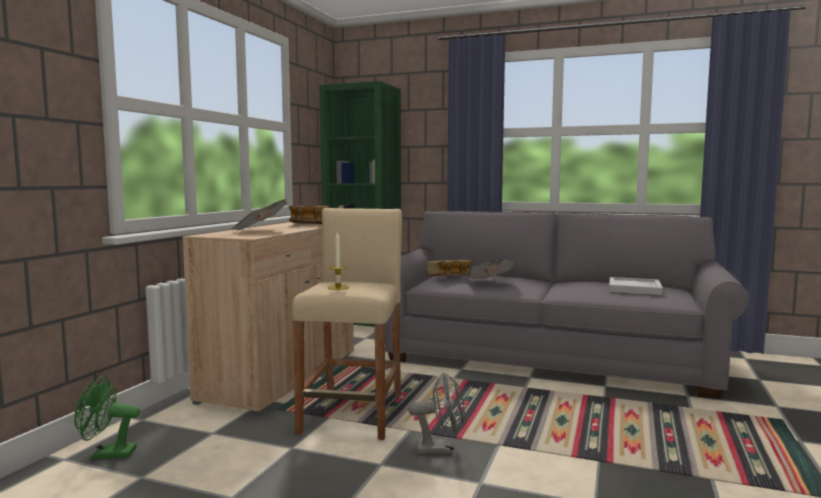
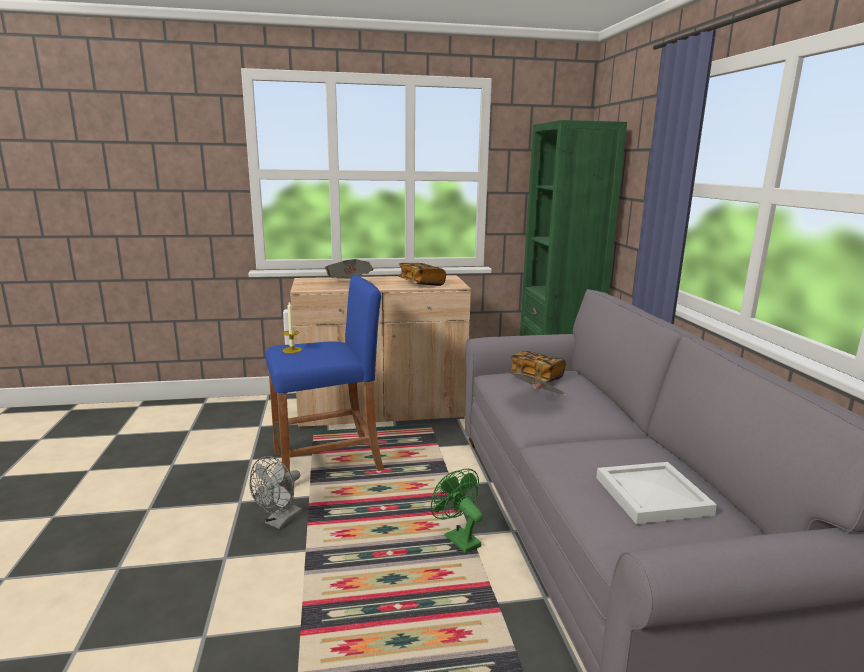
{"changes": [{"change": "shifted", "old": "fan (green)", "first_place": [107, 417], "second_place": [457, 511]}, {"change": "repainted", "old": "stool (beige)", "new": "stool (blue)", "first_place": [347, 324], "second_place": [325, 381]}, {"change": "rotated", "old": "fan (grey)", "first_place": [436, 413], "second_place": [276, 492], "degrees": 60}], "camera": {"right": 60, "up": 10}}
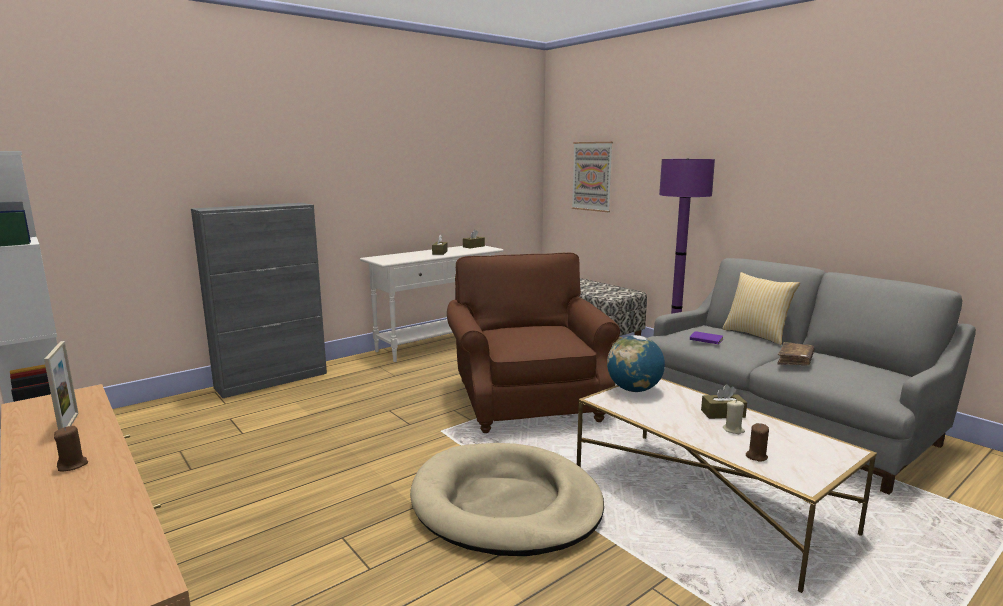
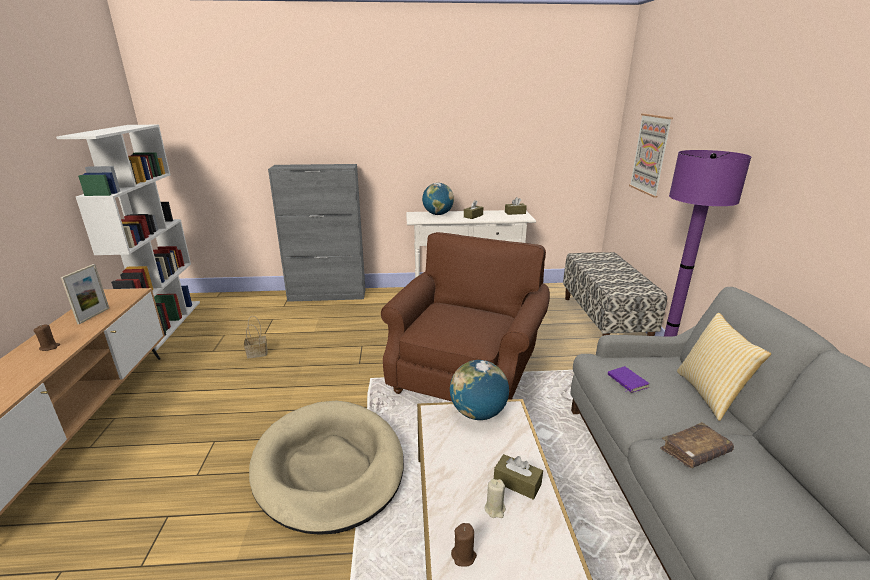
{"changes": [{"change": "new", "new": "basket", "second_place": [256, 337]}, {"change": "new", "new": "globe", "second_place": [438, 199]}], "camera": {"right": 35, "up": 10}}
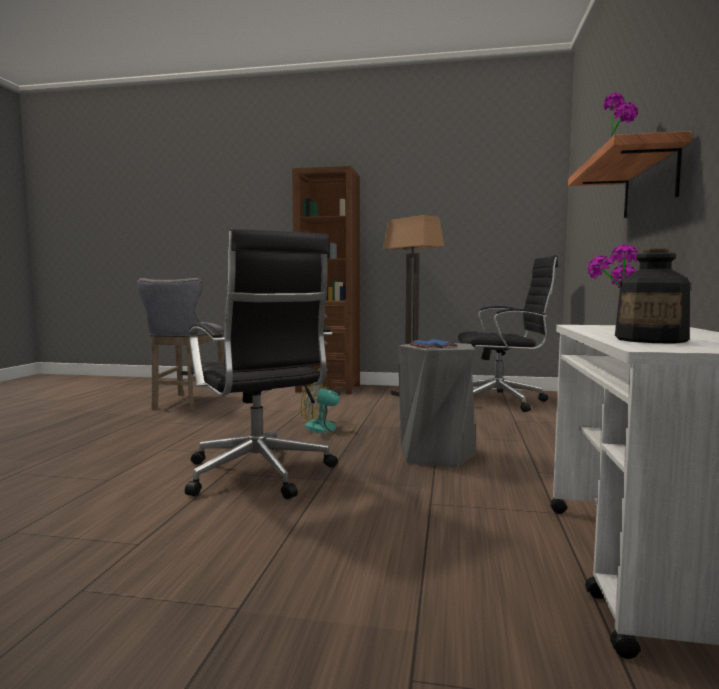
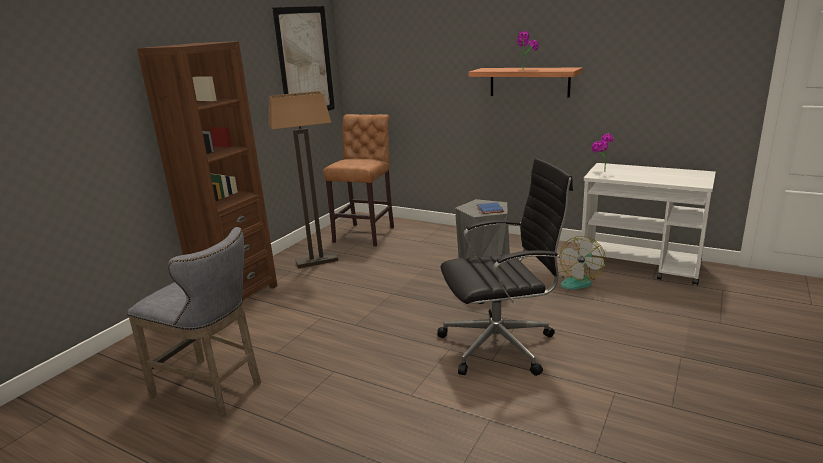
{"changes": [{"change": "gone", "old": "bottle", "first_place": [652, 296]}, {"change": "new", "new": "picture", "second_place": [303, 58]}, {"change": "shifted", "old": "fan", "first_place": [328, 401], "second_place": [582, 262]}, {"change": "swapped", "old": "office chair (black)", "new": "stool (brown)", "first_place": [508, 333], "second_place": [358, 180]}], "camera": {"right": -70, "up": 15}}
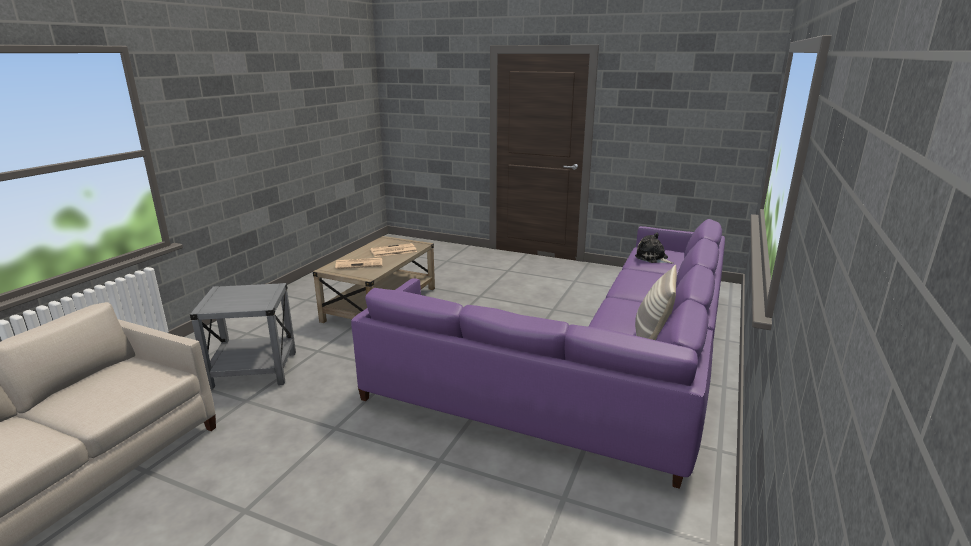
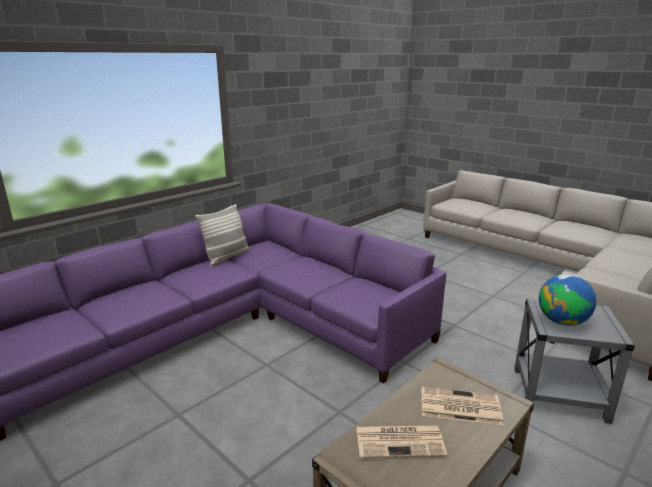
{"changes": [{"change": "gone", "old": "plush toy", "first_place": [654, 248]}, {"change": "new", "new": "globe", "second_place": [567, 300]}], "camera": {"right": -160, "up": 0}}
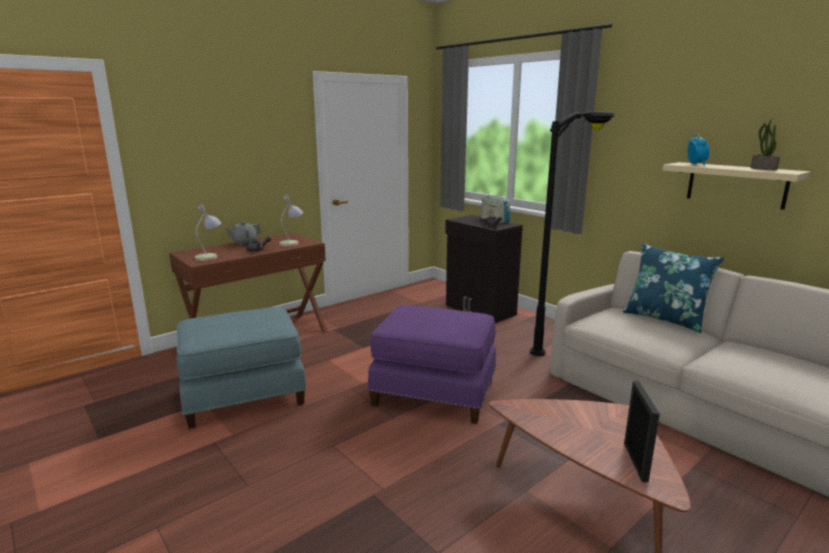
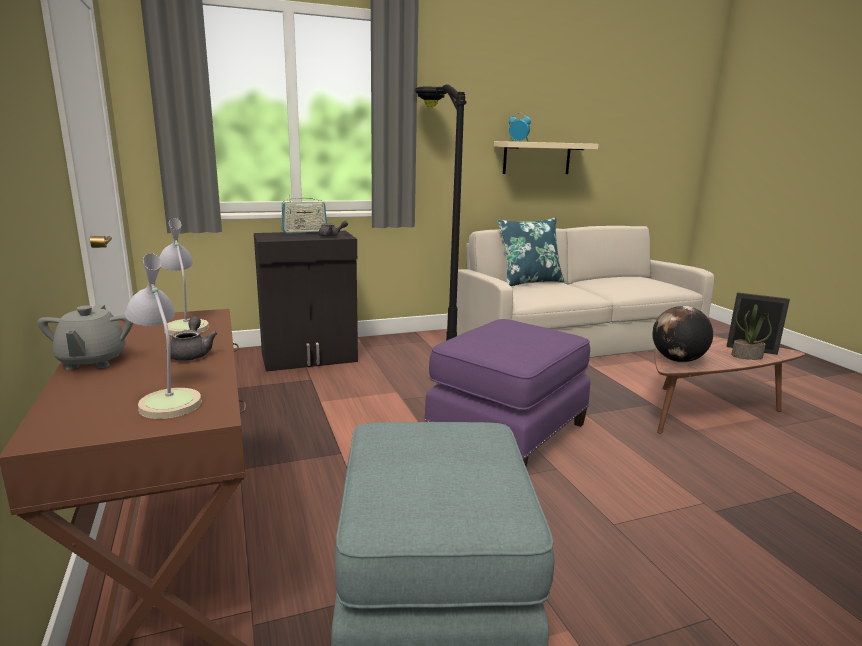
{"changes": [{"change": "new", "new": "globe", "second_place": [683, 334]}, {"change": "shifted", "old": "potted plant", "first_place": [765, 144], "second_place": [751, 332]}], "camera": {"right": -70, "up": 0}}
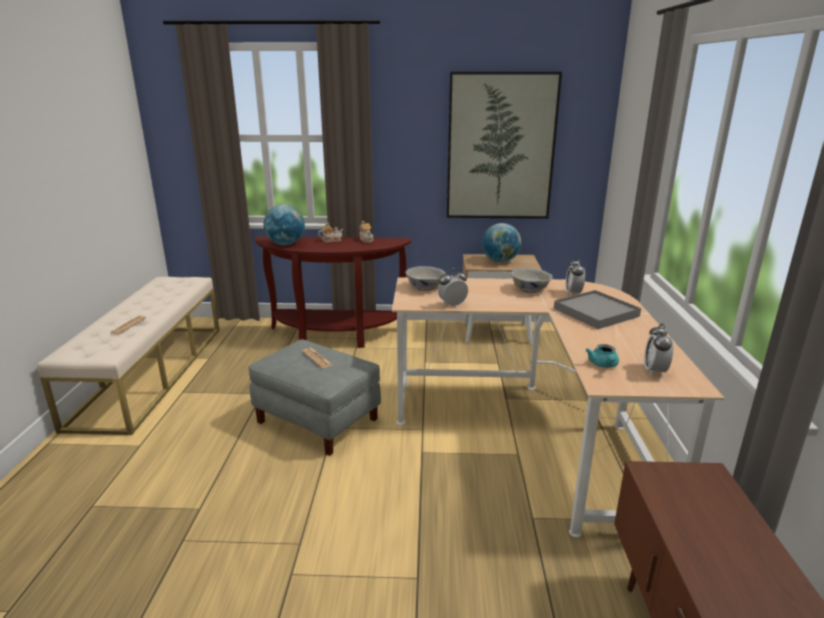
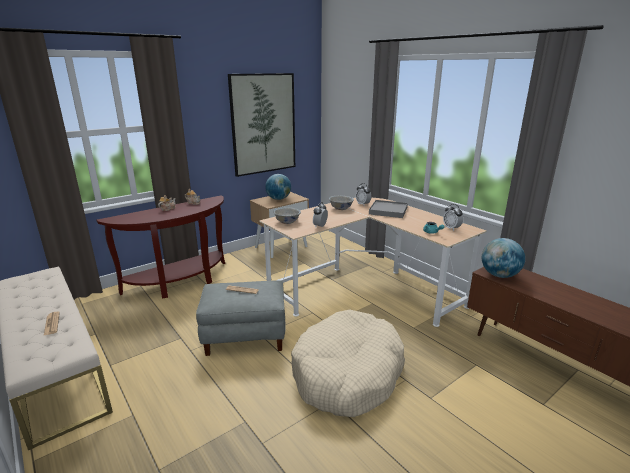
{"changes": [{"change": "new", "new": "dog bed (beige)", "second_place": [348, 363]}, {"change": "shifted", "old": "globe", "first_place": [284, 224], "second_place": [503, 258]}], "camera": {"right": -40, "up": 0}}
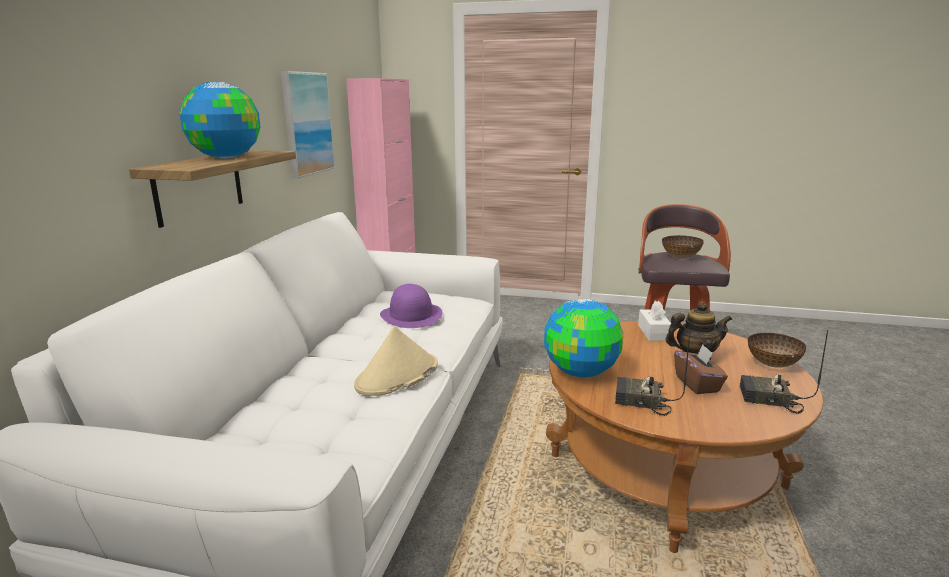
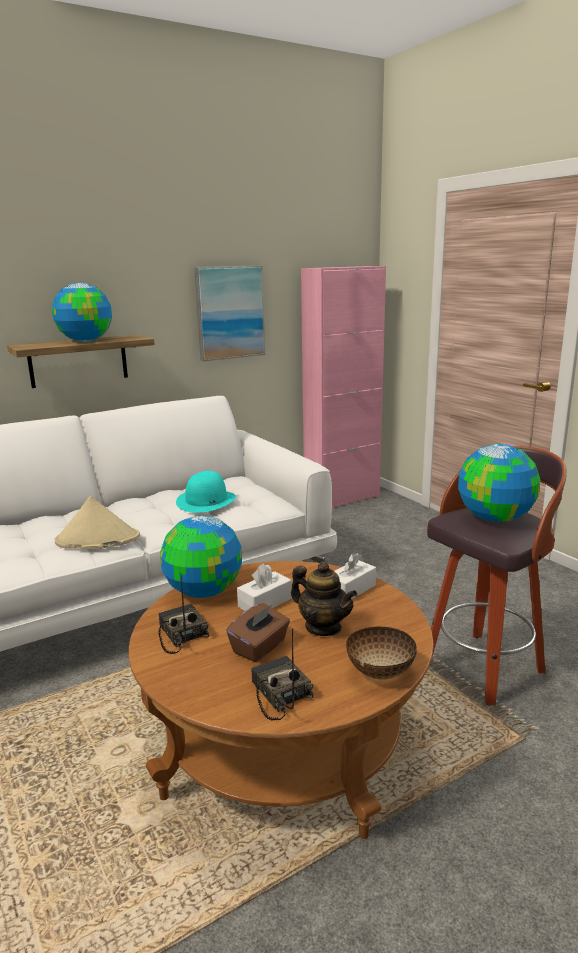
{"changes": [{"change": "new", "new": "tissue box (white)", "second_place": [264, 587]}, {"change": "swapped", "old": "bowl", "new": "globe", "first_place": [683, 246], "second_place": [499, 483]}, {"change": "repainted", "old": "hat (purple)", "new": "hat (turquoise)", "first_place": [411, 306], "second_place": [206, 492]}], "camera": {"right": 45, "up": 0}}
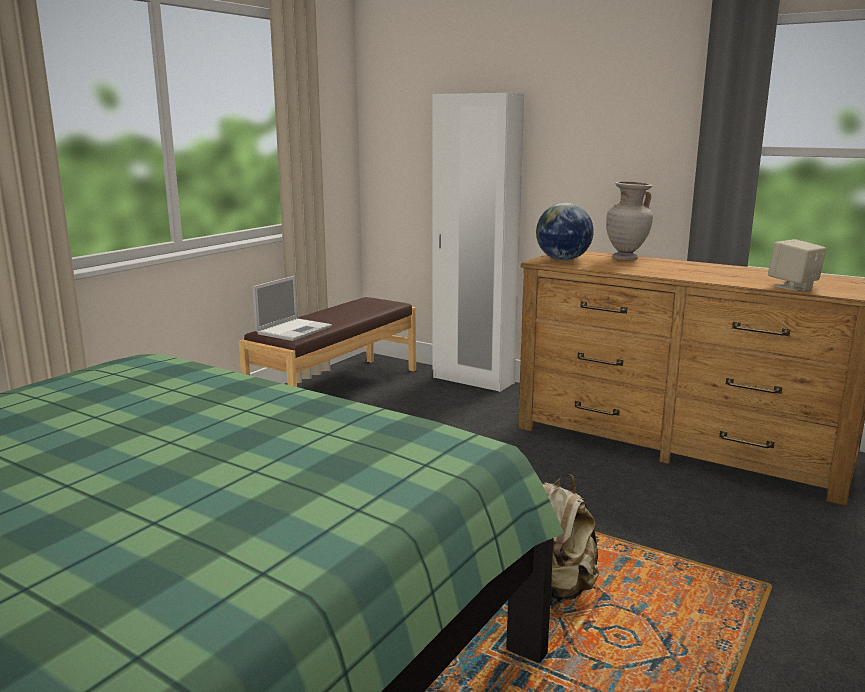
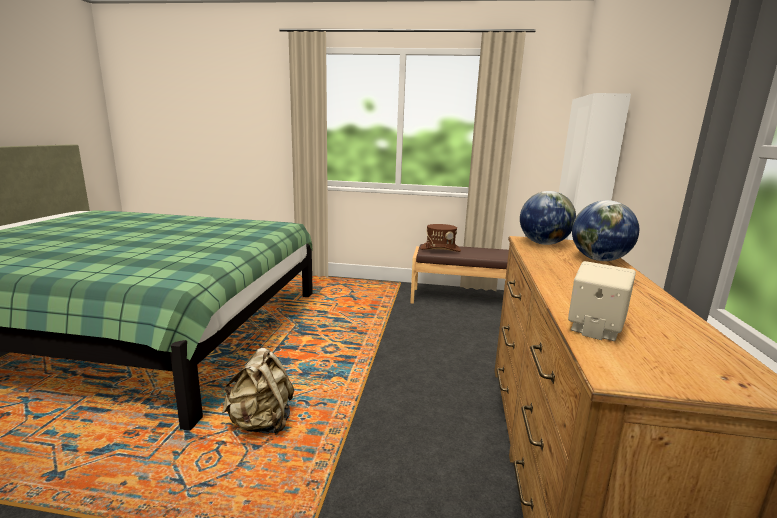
{"changes": [{"change": "swapped", "old": "laptop", "new": "hat (brown)", "first_place": [292, 308], "second_place": [440, 238]}, {"change": "swapped", "old": "vase (beige)", "new": "globe", "first_place": [629, 220], "second_place": [605, 230]}], "camera": {"right": 65, "up": 0}}
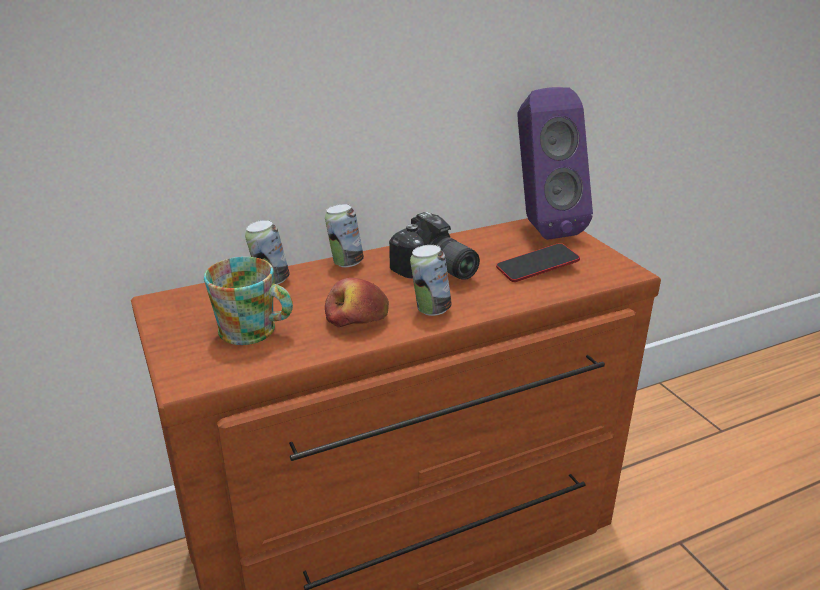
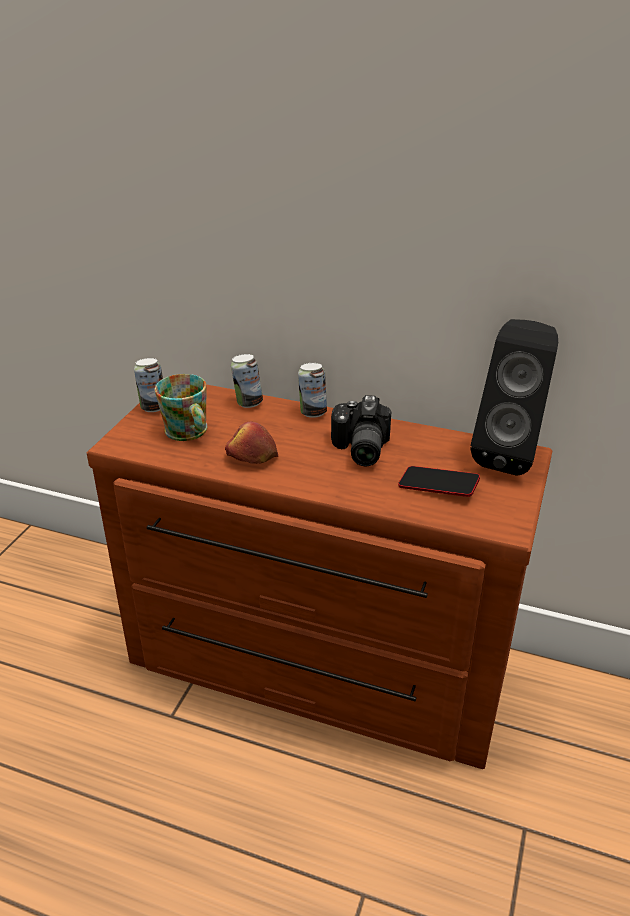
{"changes": [{"change": "shifted", "old": "can", "first_place": [431, 280], "second_place": [148, 385]}, {"change": "repainted", "old": "speaker (purple)", "new": "speaker (black)", "first_place": [555, 163], "second_place": [514, 397]}], "camera": {"right": 45, "up": 5}}
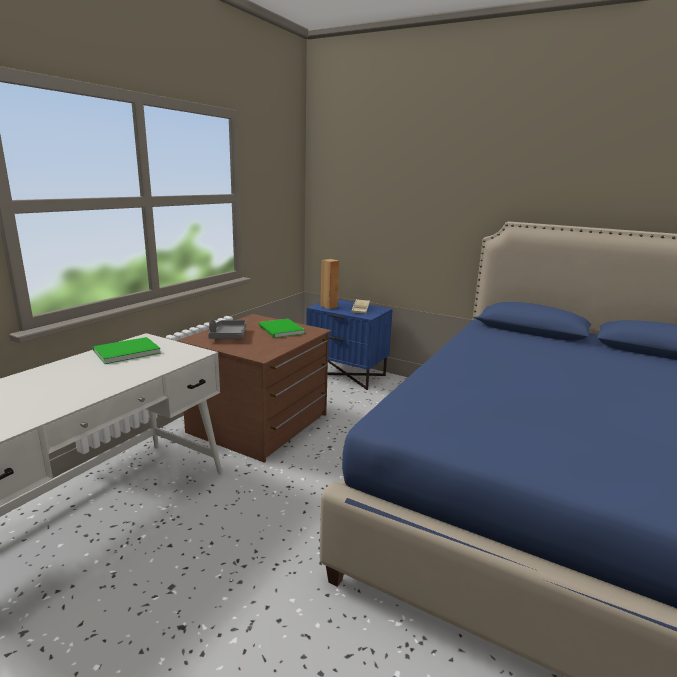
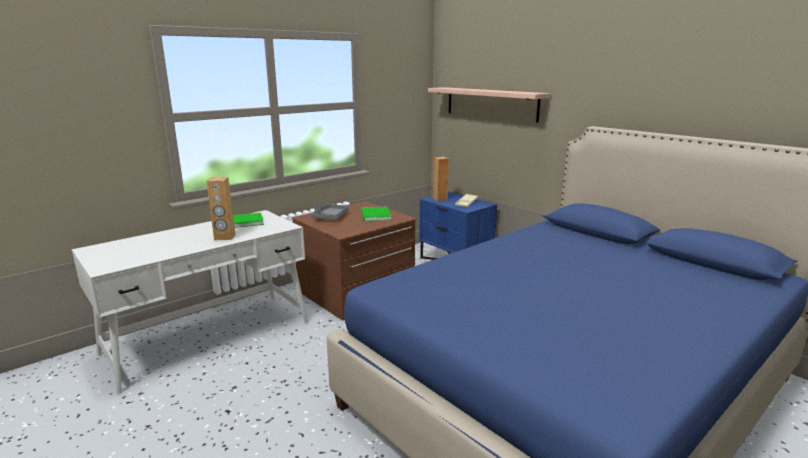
{"changes": [{"change": "new", "new": "speaker (brown)", "second_place": [221, 208]}, {"change": "new", "new": "shelf", "second_place": [489, 105]}], "camera": {"right": 20, "up": 0}}
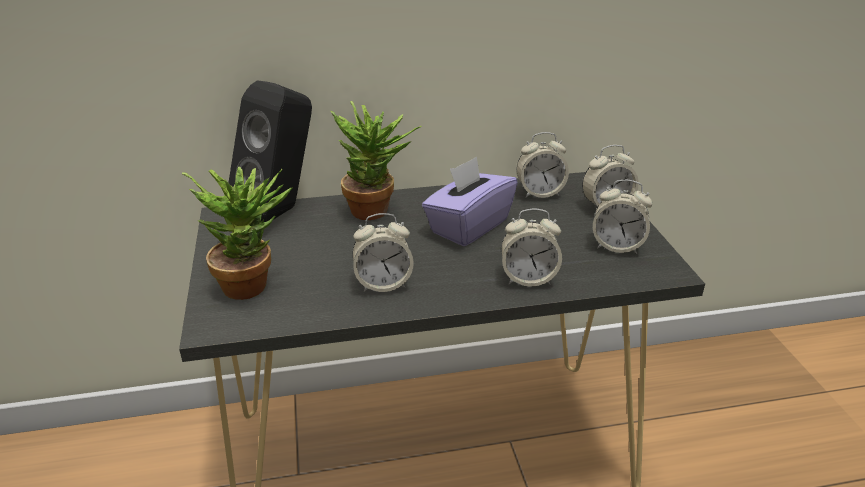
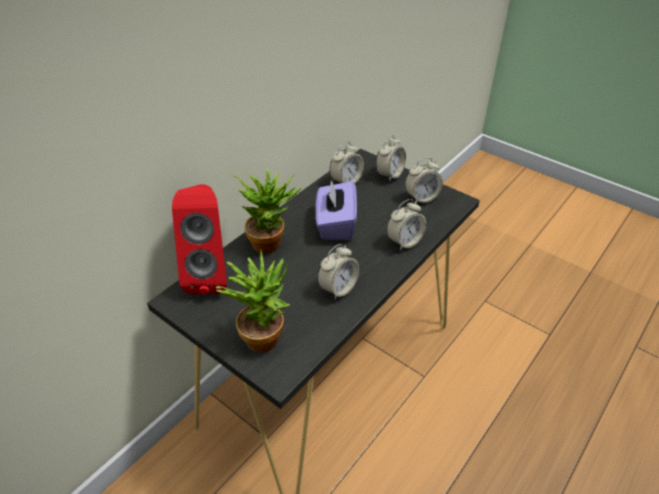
{"changes": [{"change": "repainted", "old": "speaker (black)", "new": "speaker (red)", "first_place": [270, 151], "second_place": [199, 239]}], "camera": {"right": -40, "up": 10}}
